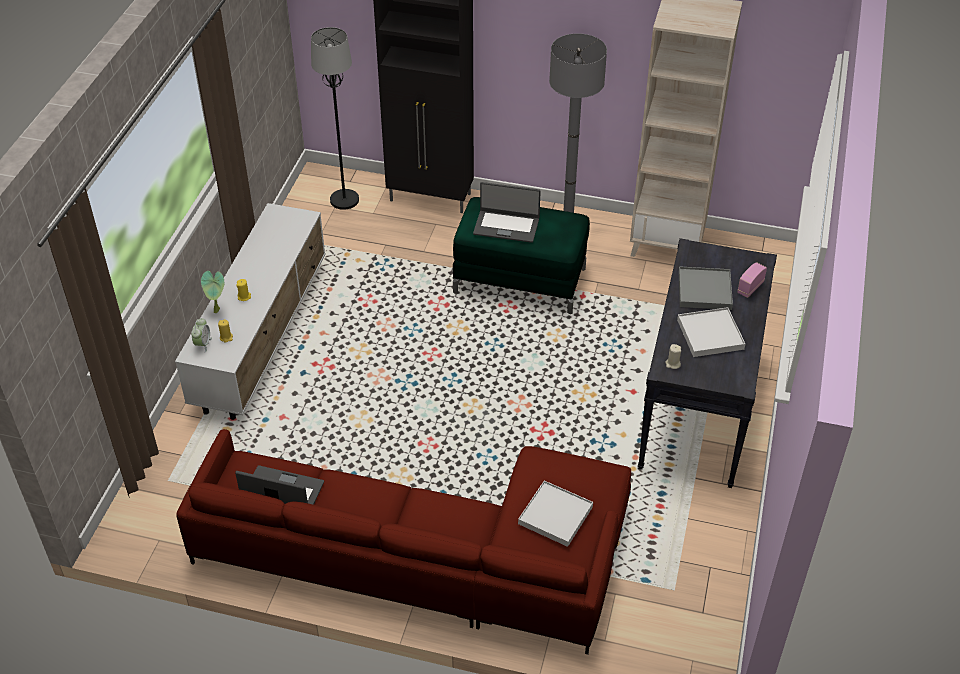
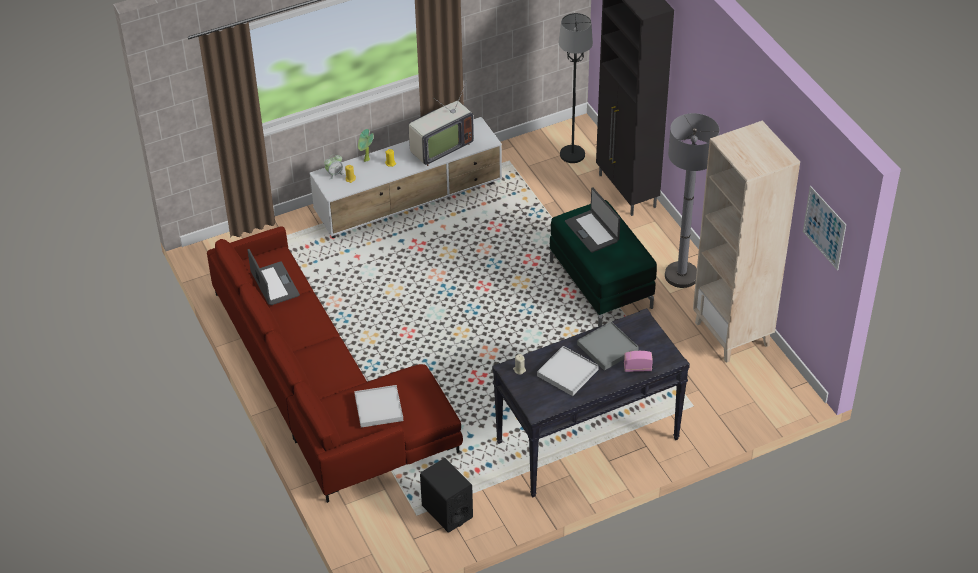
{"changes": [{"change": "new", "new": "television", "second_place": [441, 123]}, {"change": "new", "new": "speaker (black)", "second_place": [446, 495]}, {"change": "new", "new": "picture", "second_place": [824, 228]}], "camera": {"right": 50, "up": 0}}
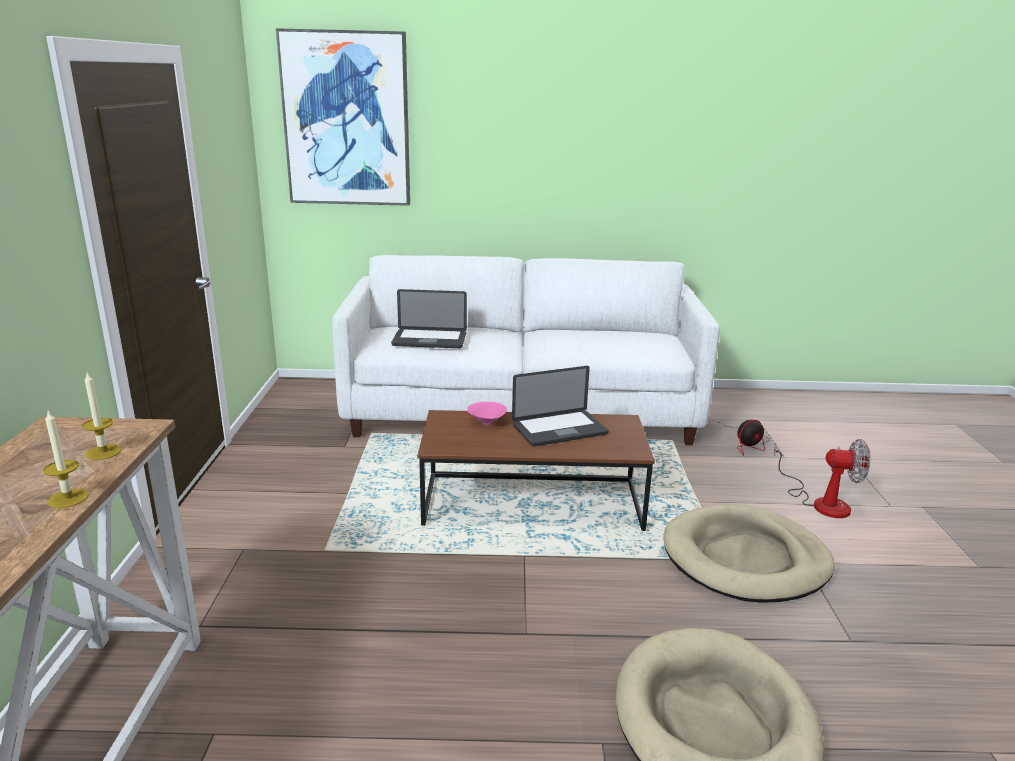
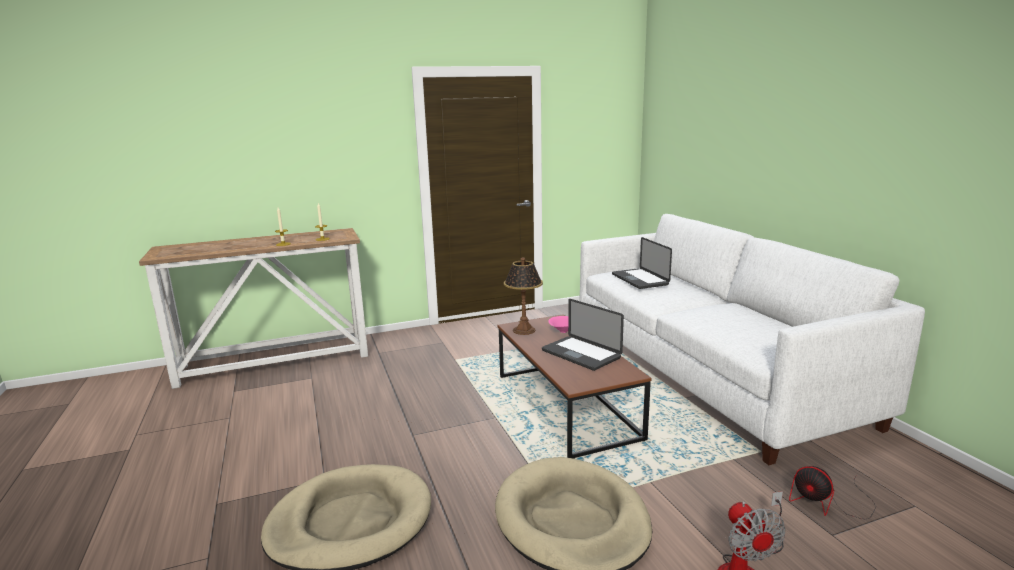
{"changes": [{"change": "gone", "old": "picture", "first_place": [343, 117]}, {"change": "new", "new": "table lamp", "second_place": [523, 296]}], "camera": {"right": 70, "up": -5}}
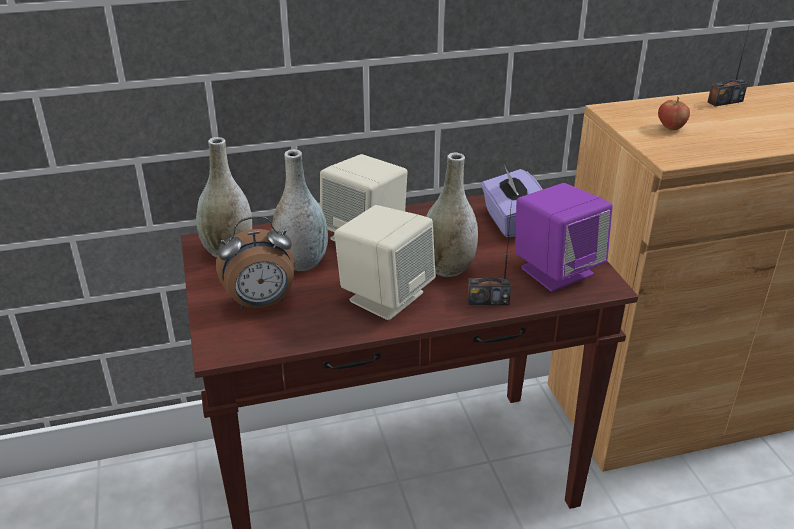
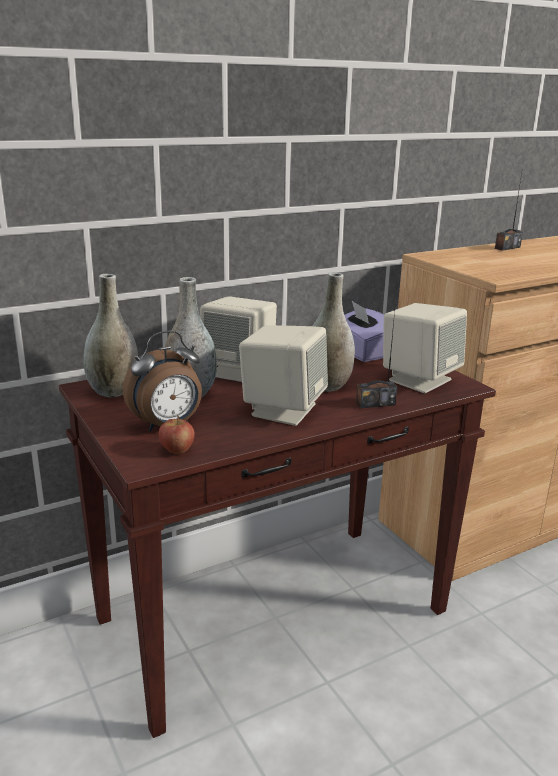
{"changes": [{"change": "shifted", "old": "apple", "first_place": [674, 113], "second_place": [177, 434]}, {"change": "repainted", "old": "speaker (purple)", "new": "speaker (beige)", "first_place": [564, 237], "second_place": [425, 348]}], "camera": {"right": -15, "up": -10}}
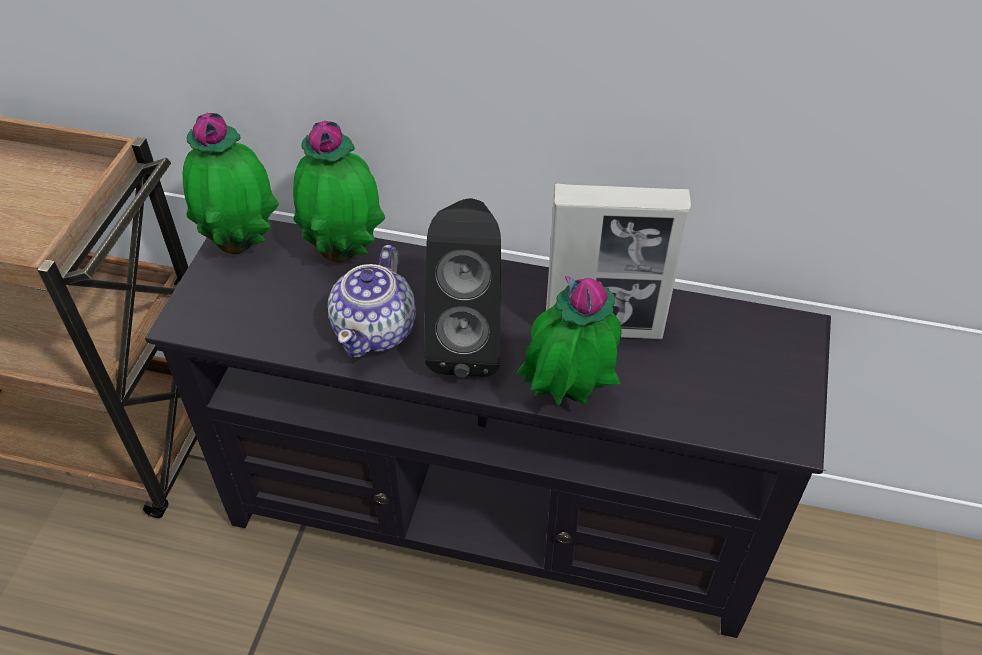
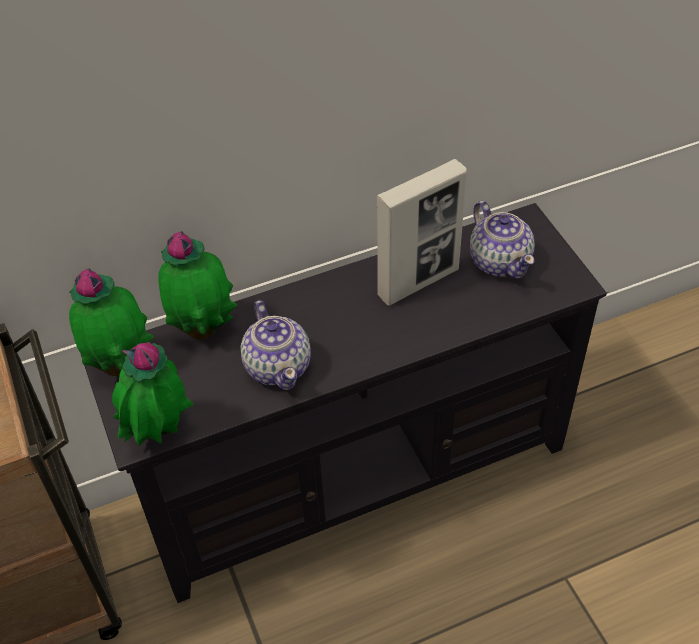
{"changes": [{"change": "gone", "old": "speaker (black)", "first_place": [462, 287]}, {"change": "new", "new": "teapot", "second_place": [502, 240]}, {"change": "shifted", "old": "potted plant", "first_place": [569, 341], "second_place": [152, 394]}], "camera": {"right": -35, "up": 0}}
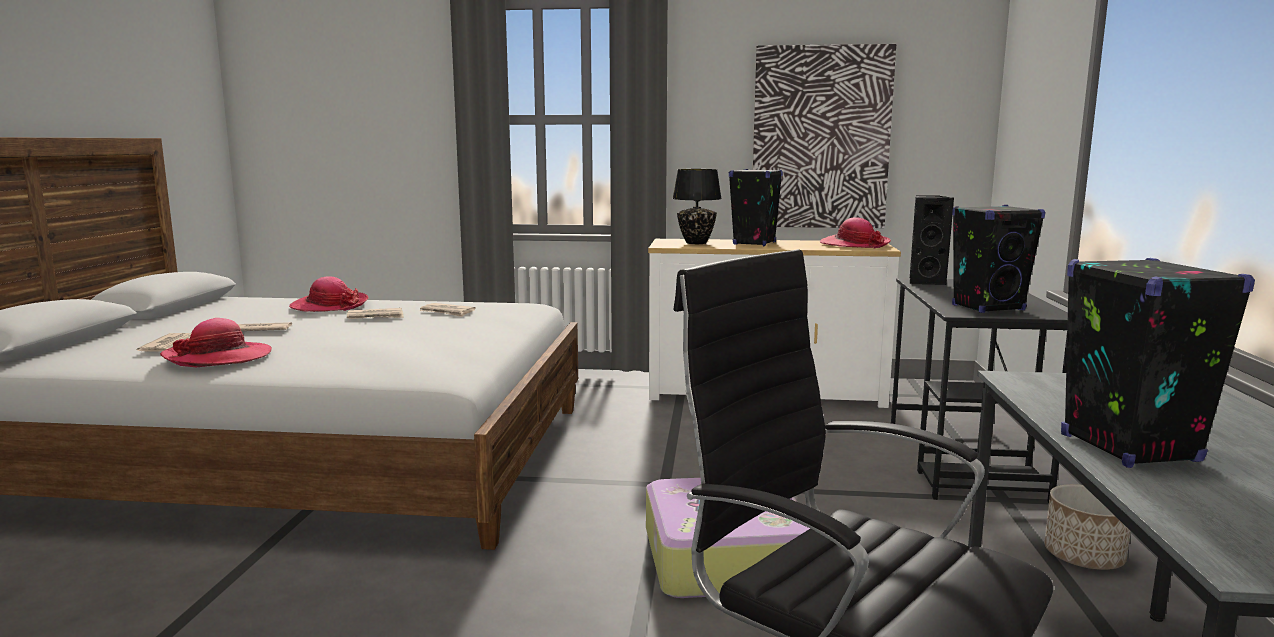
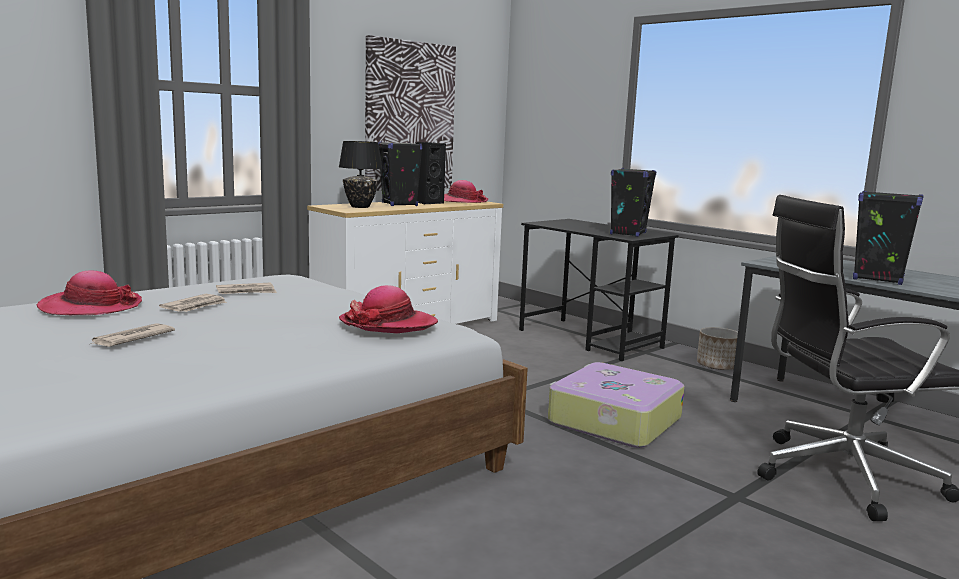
{"changes": [{"change": "gone", "old": "newspaper", "first_place": [164, 342]}, {"change": "shifted", "old": "hat", "first_place": [216, 342], "second_place": [388, 309]}, {"change": "shifted", "old": "speaker (black)", "first_place": [931, 240], "second_place": [431, 173]}], "camera": {"right": -50, "up": 0}}
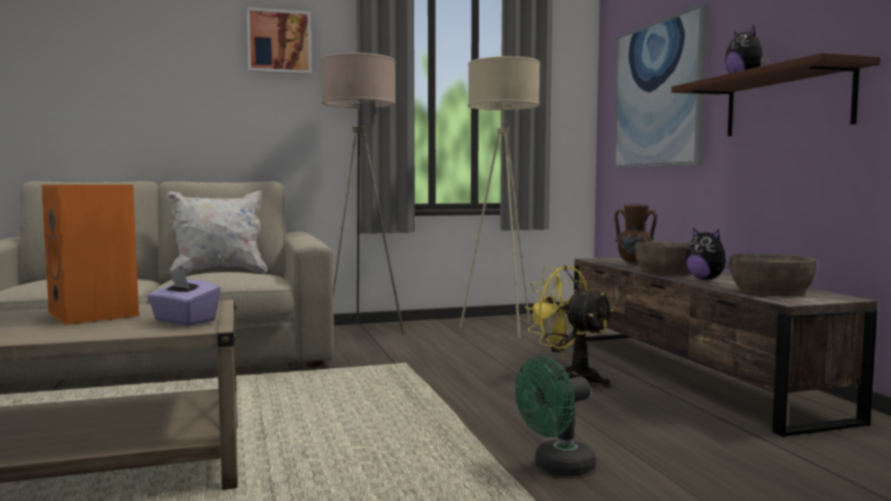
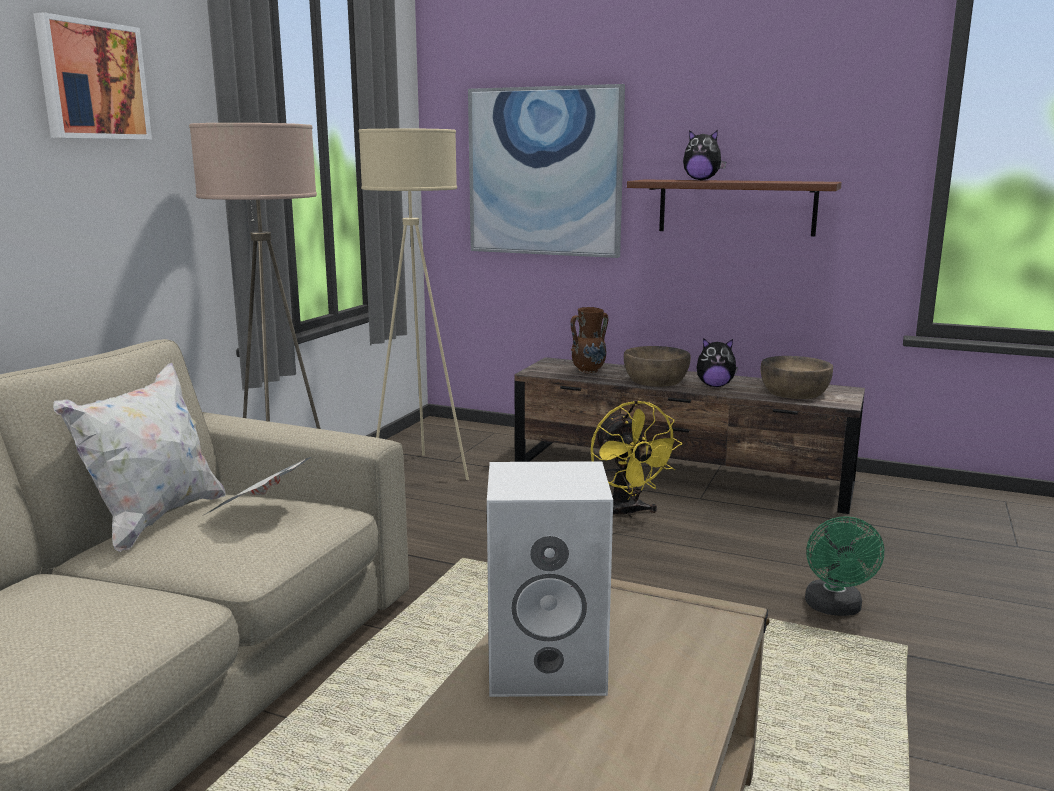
{"changes": [{"change": "gone", "old": "tissue box (purple)", "first_place": [184, 298]}, {"change": "new", "new": "newspaper", "second_place": [256, 486]}, {"change": "repainted", "old": "speaker (orange)", "new": "speaker (white)", "first_place": [90, 254], "second_place": [550, 579]}, {"change": "rotated", "old": "fan (yellow)", "first_place": [569, 326], "second_place": [636, 459], "degrees": -105}], "camera": {"right": -50, "up": 10}}
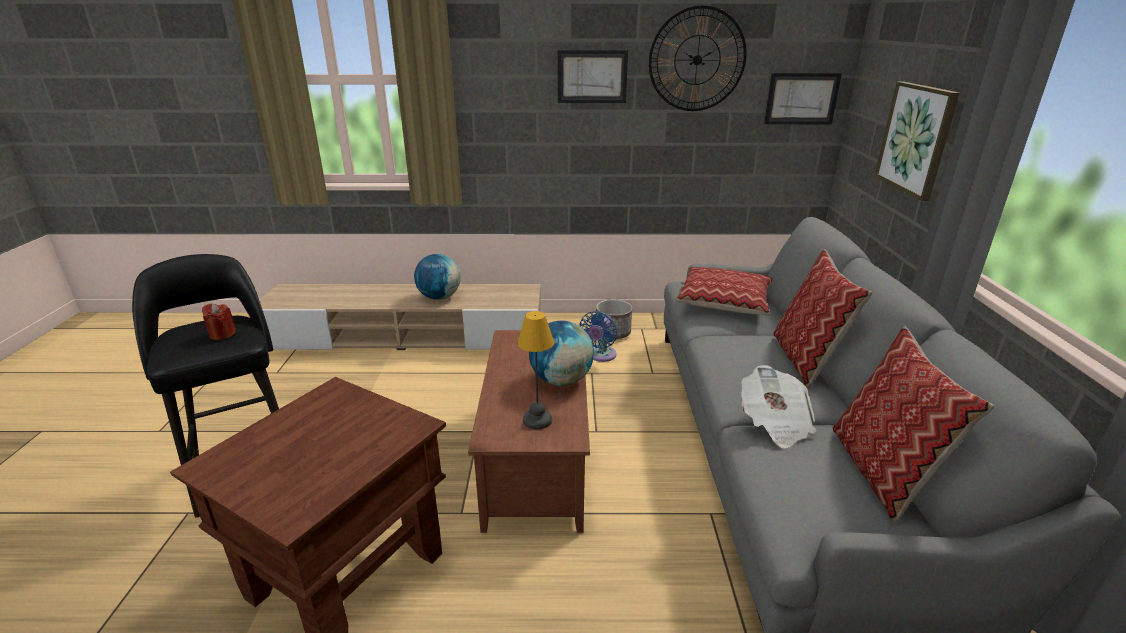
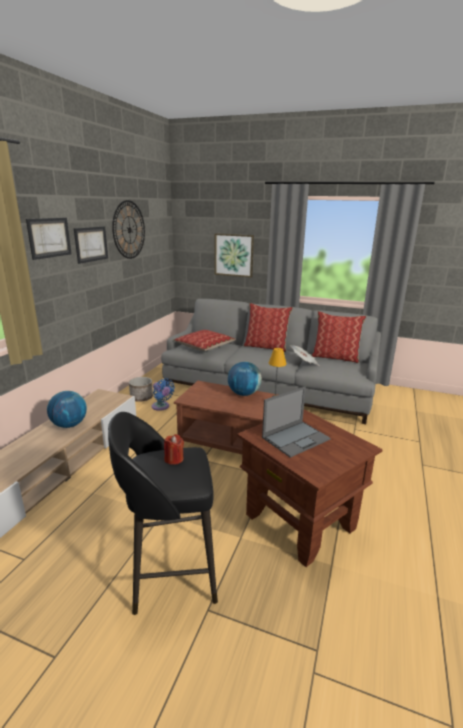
{"changes": [{"change": "new", "new": "laptop", "second_place": [296, 422]}, {"change": "shifted", "old": "picture", "first_place": [803, 98], "second_place": [49, 239]}], "camera": {"right": -70, "up": -5}}
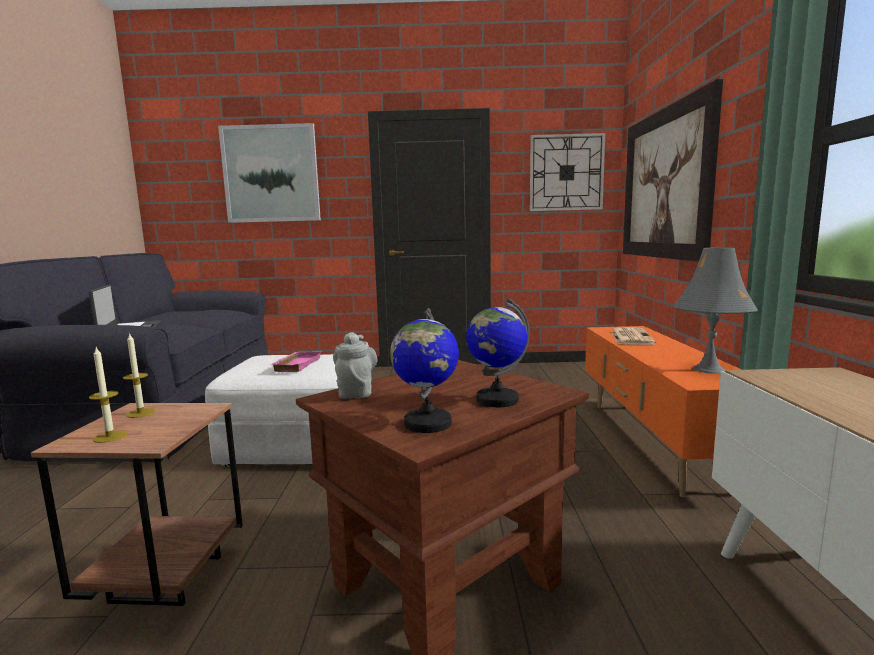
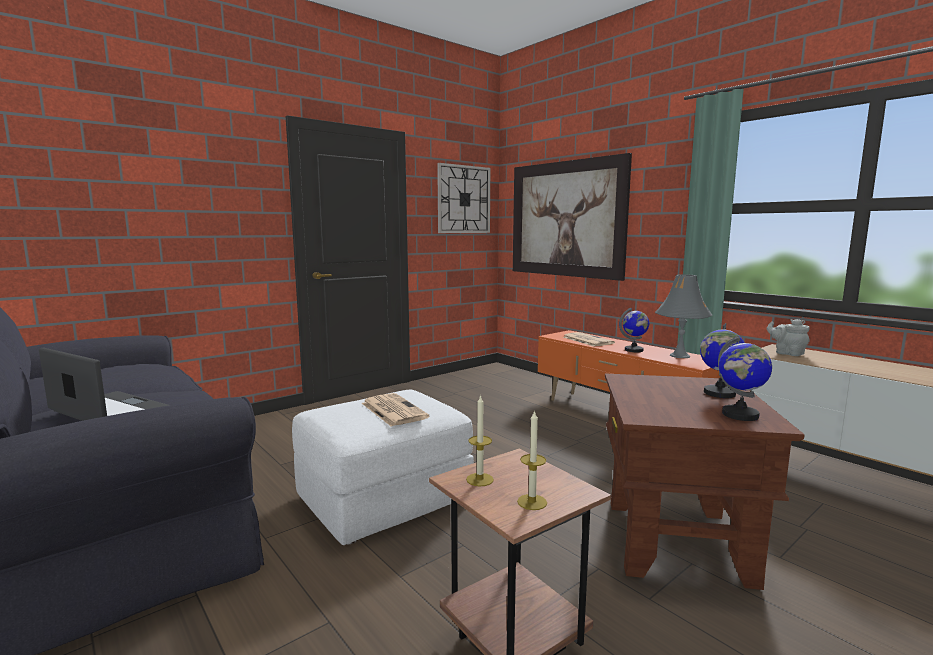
{"changes": [{"change": "gone", "old": "picture", "first_place": [269, 173]}, {"change": "new", "new": "globe", "second_place": [634, 330]}, {"change": "shifted", "old": "teapot (grey)", "first_place": [355, 365], "second_place": [788, 337]}, {"change": "swapped", "old": "tray (pink)", "new": "newspaper", "first_place": [296, 361], "second_place": [395, 409]}], "camera": {"right": -40, "up": 0}}
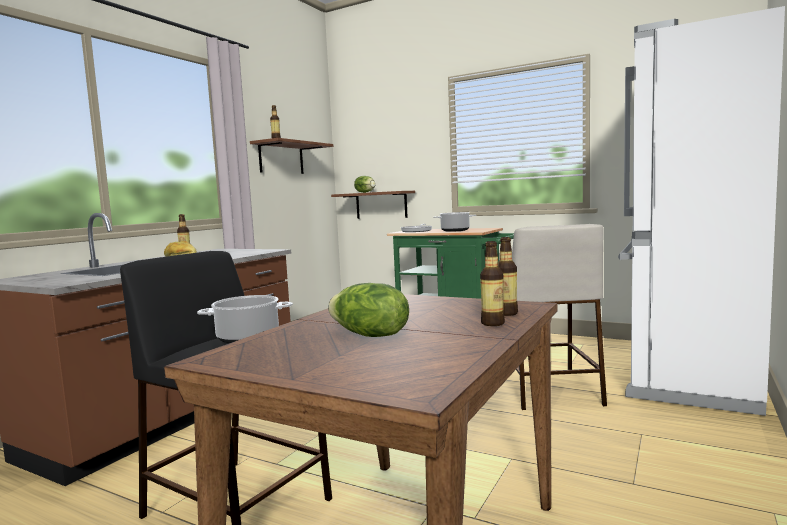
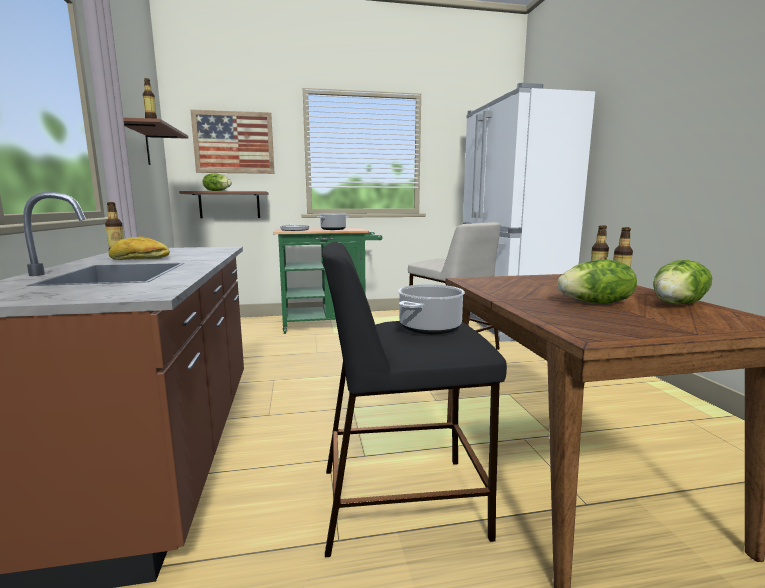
{"changes": [{"change": "new", "new": "picture", "second_place": [232, 141]}, {"change": "new", "new": "lettuce", "second_place": [682, 282]}], "camera": {"right": -40, "up": 5}}
